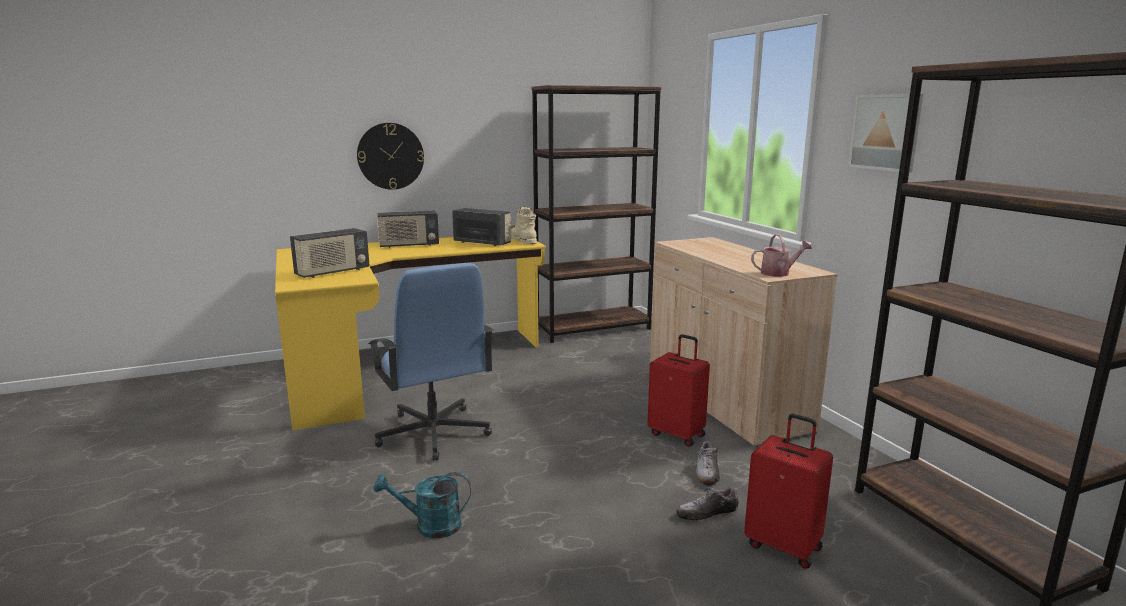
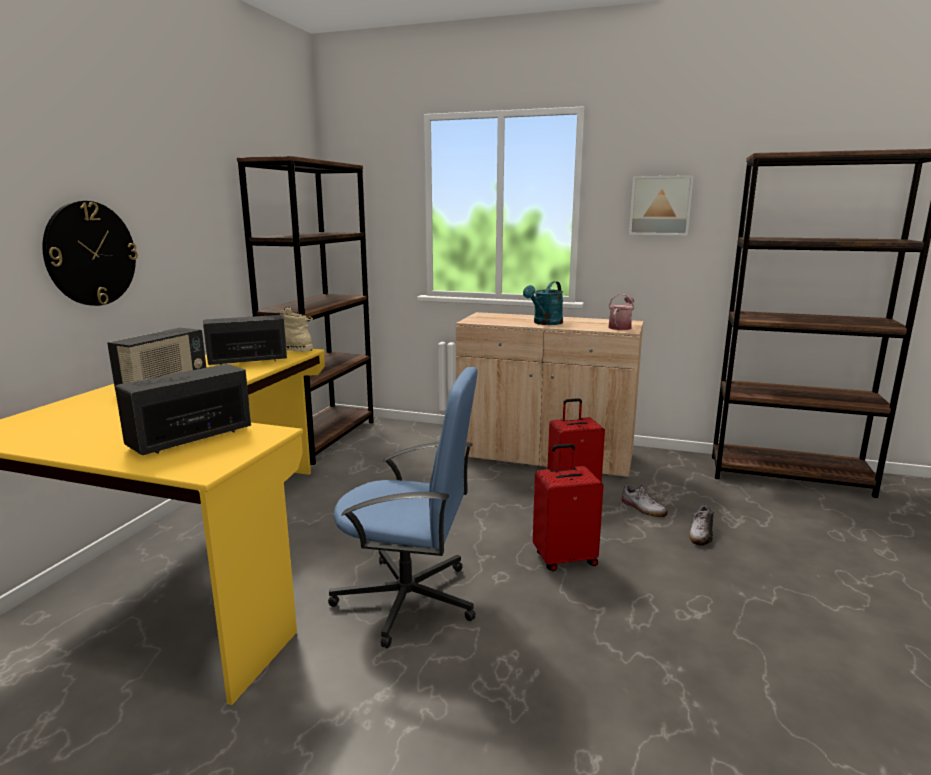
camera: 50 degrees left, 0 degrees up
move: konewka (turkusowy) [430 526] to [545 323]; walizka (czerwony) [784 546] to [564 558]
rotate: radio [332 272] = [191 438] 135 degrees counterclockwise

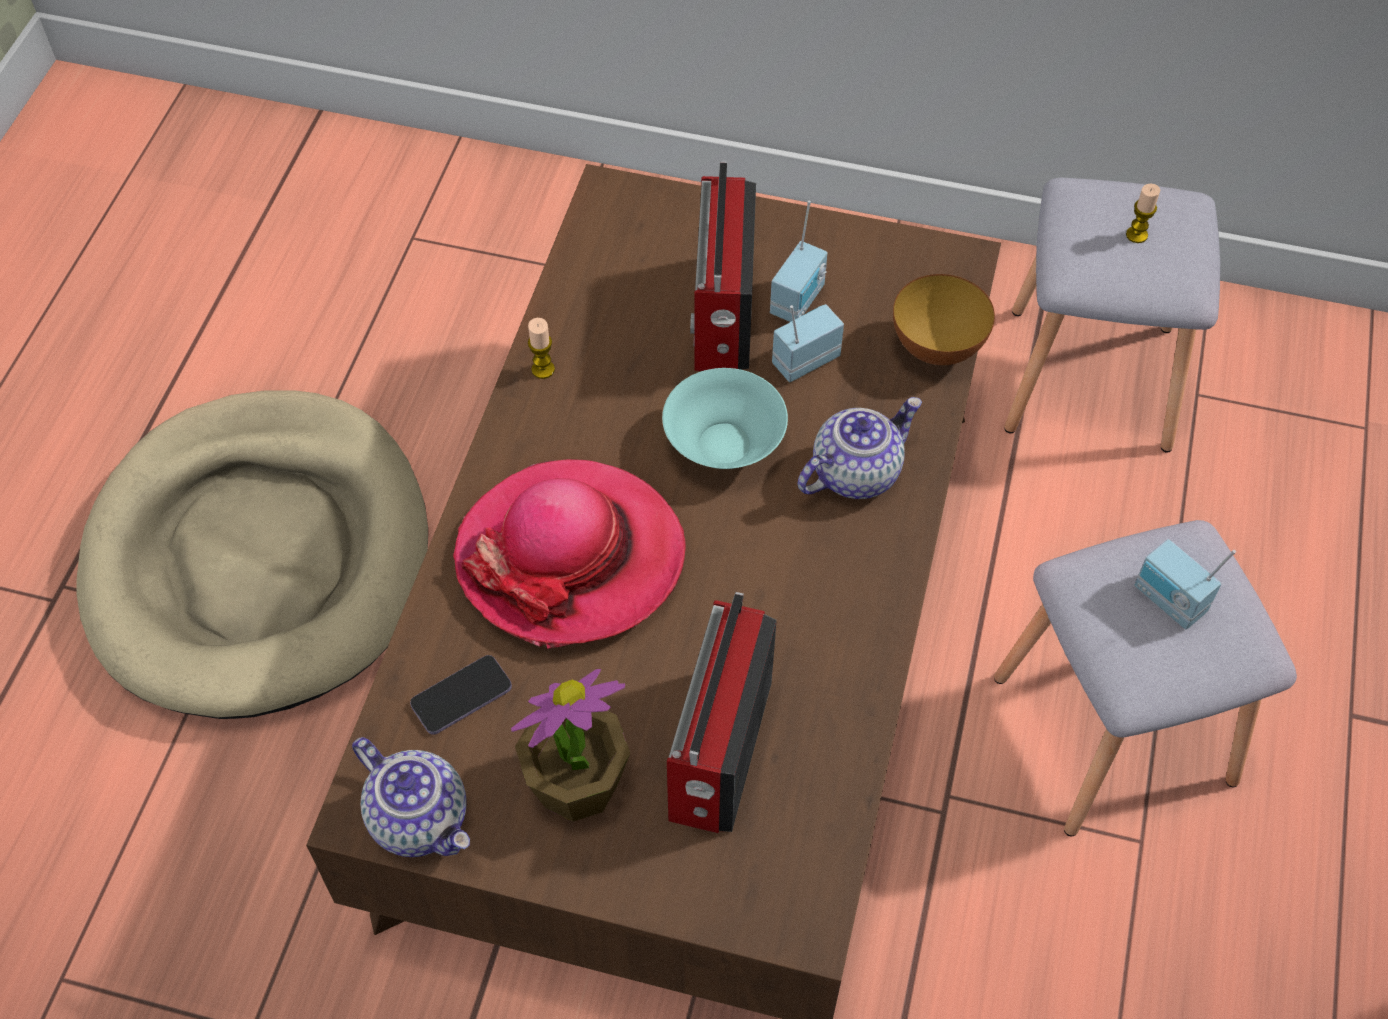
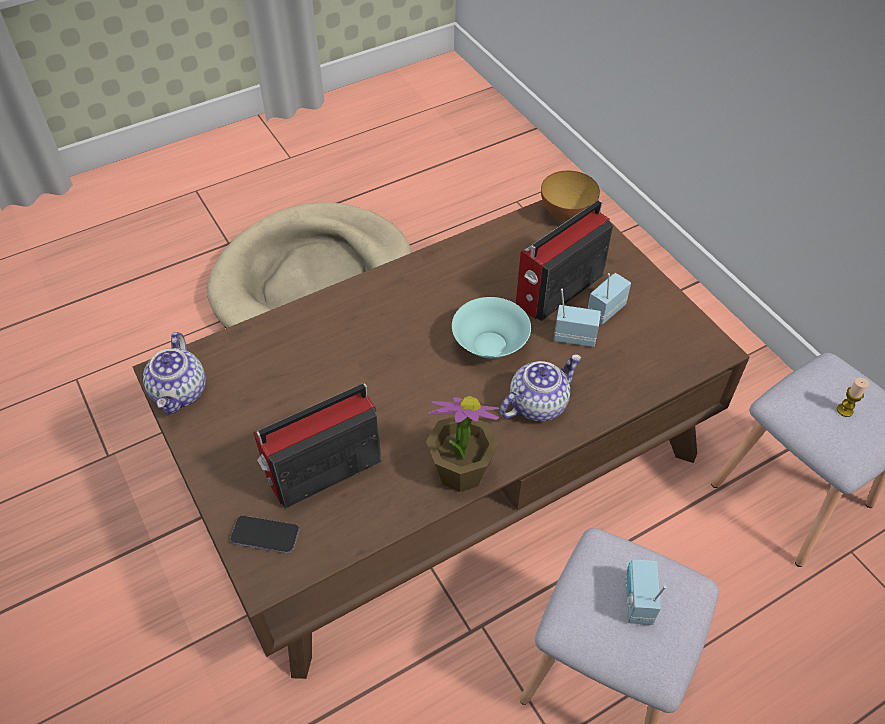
camera: 45 degrees right, 5 degrees down
delete: kapelusz [570 557]; świeca [543 369]
move: telefon [461 696] to [265 536]; roślina doniczkowa [576 785] to [460 470]; miska [937 348] to [566 214]
rotate: radio [799 301] = [604 310] 150 degrees clockwise; imbryk [855 472] = [537 404] 45 degrees counterclockwise

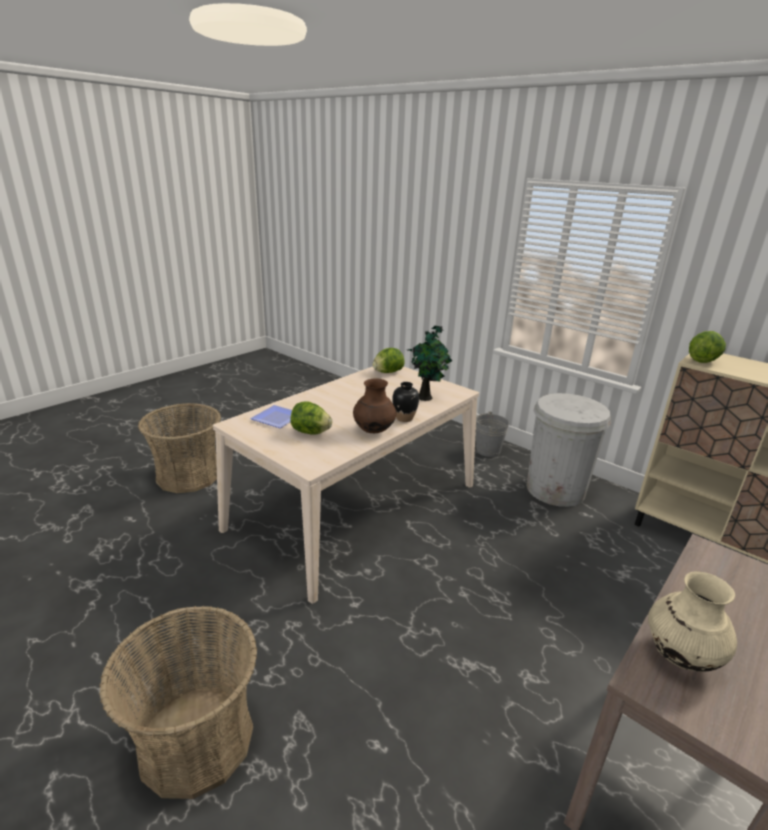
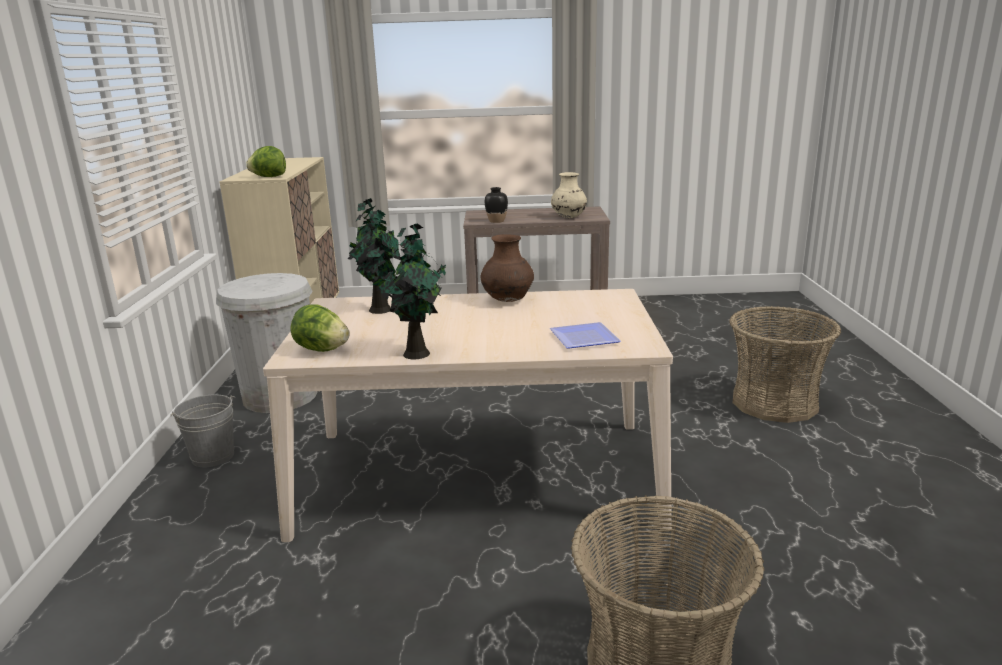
camera: 130 degrees left, 5 degrees down
delete: sałata [310 432]
insert: roślina doniczkowa [416 353]
move: wazon (czarny) [404 418] to [496 221]

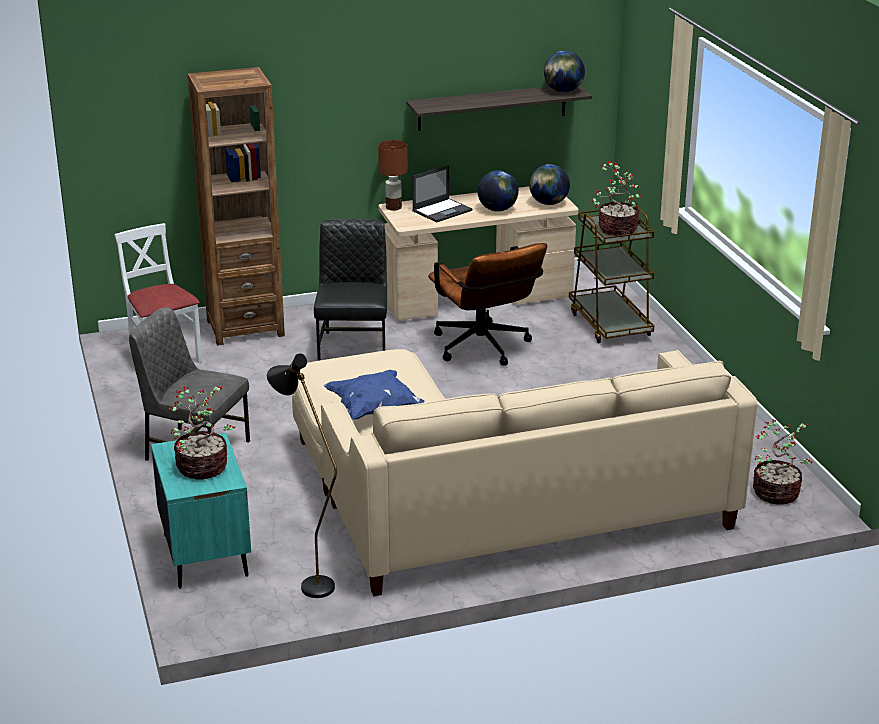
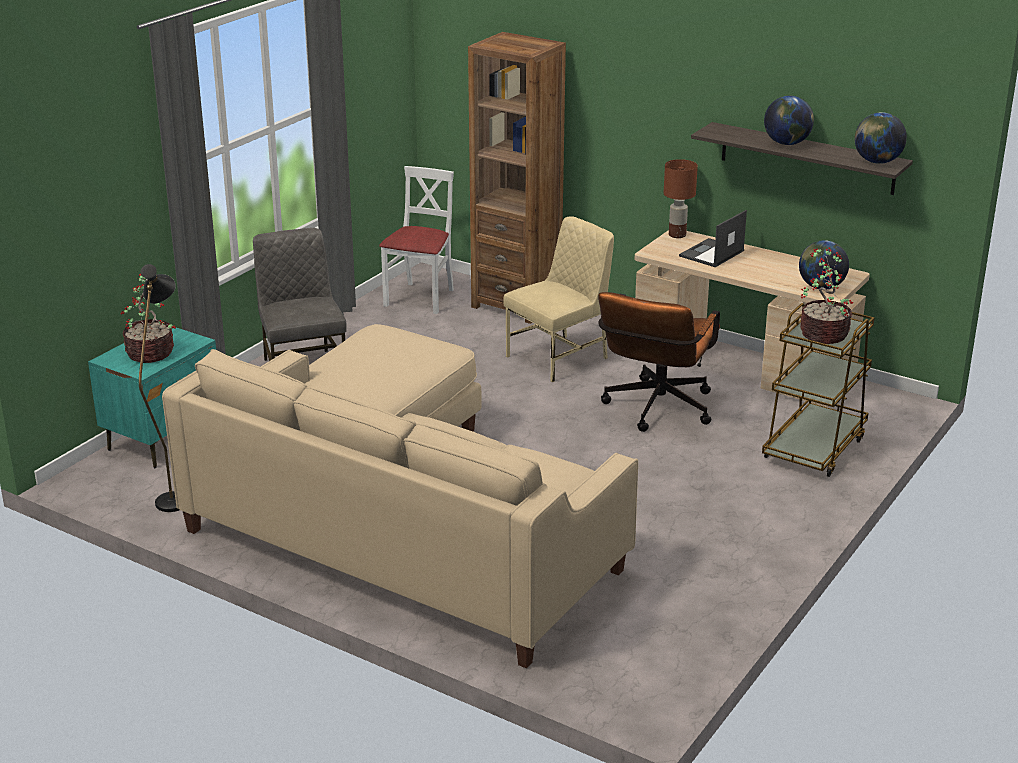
camera: 50 degrees right, 0 degrees up
delete: poduszka (niebieski) [374 409]; roślina doniczkowa [777 493]
move: globus [497 209] to [787 143]
recolor: krzesło (czarny) [354 348] to krzesło (beżowy) [559 357]
rotate: laptop [442 210] = [711 254] 120 degrees clockwise

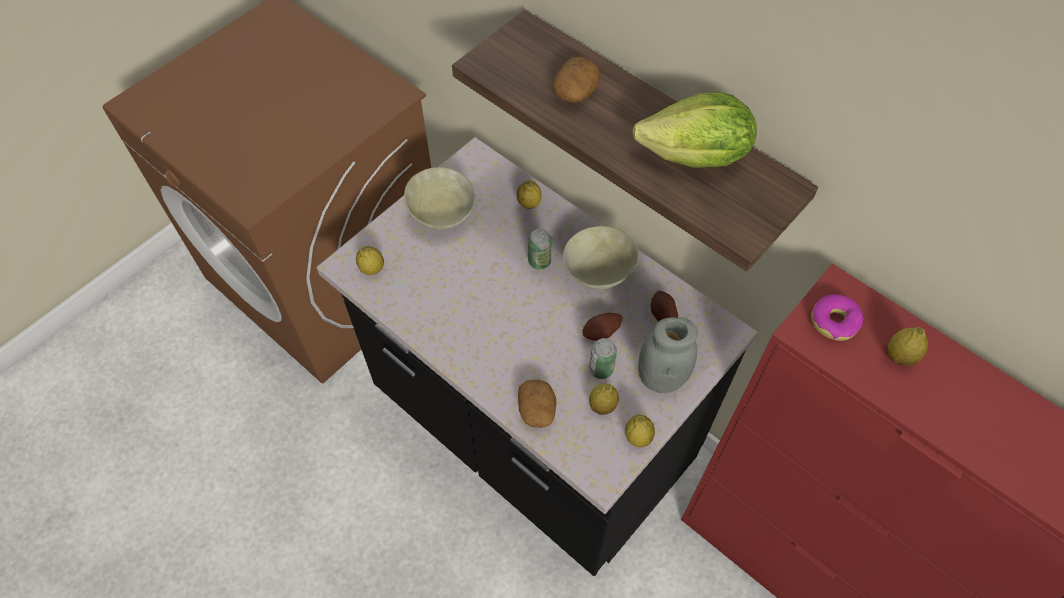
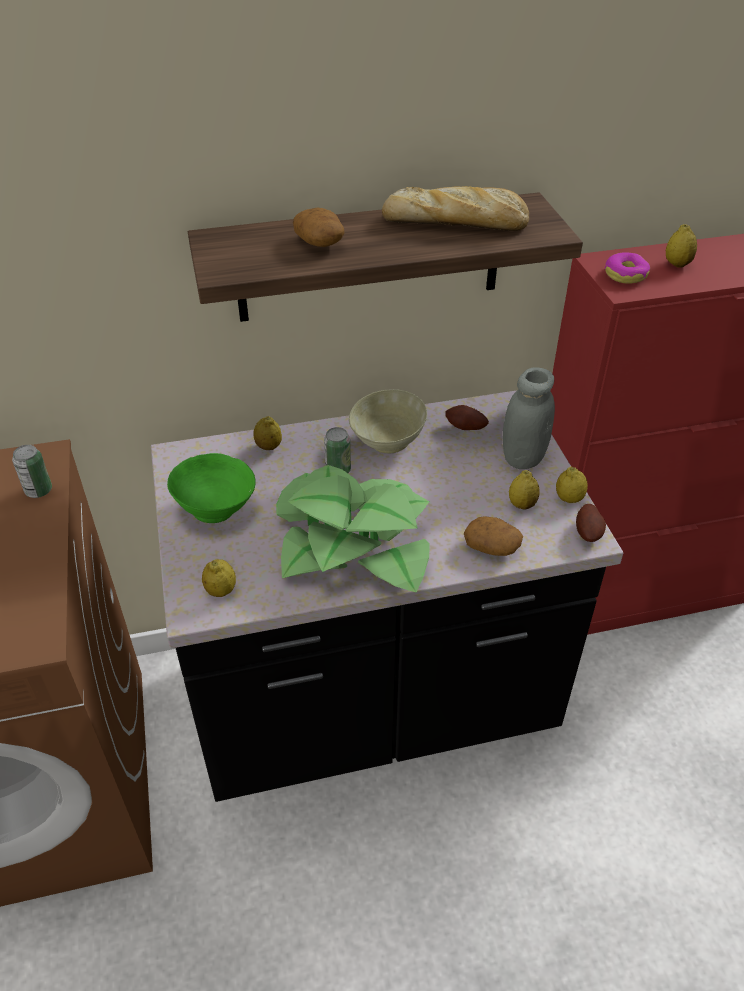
camera: 55 degrees left, 15 degrees down
insert: roślina doniczkowa [353 541]
move: ziemniak [602 333] to [588 533]; puszka [601 369] to [38 490]
replace: sałata [695 158] to chleb [457 222]
recolor: miska (beżowy) [442 217] to miska (zielony) [217 510]

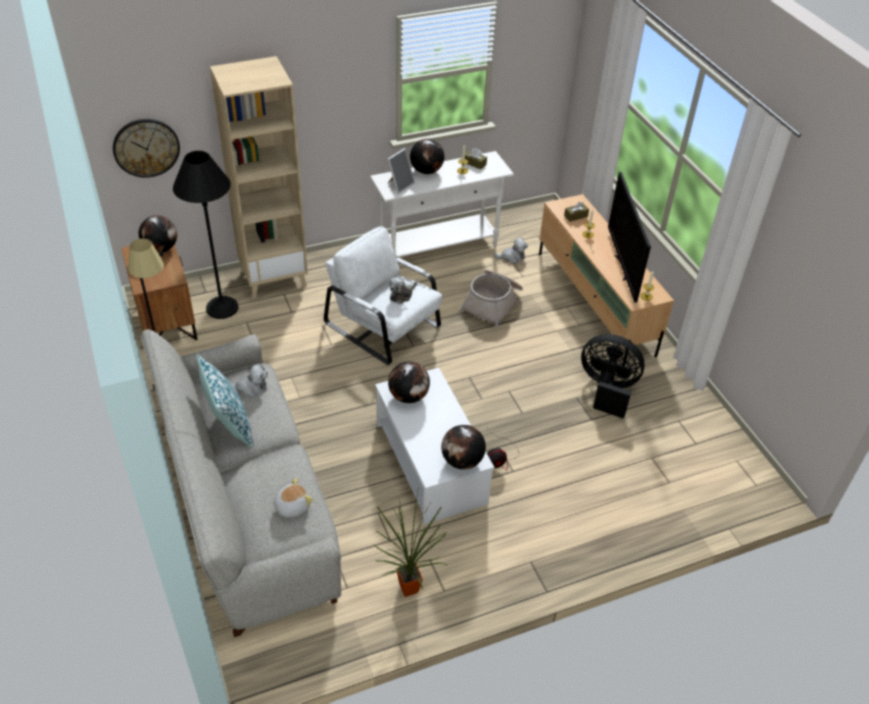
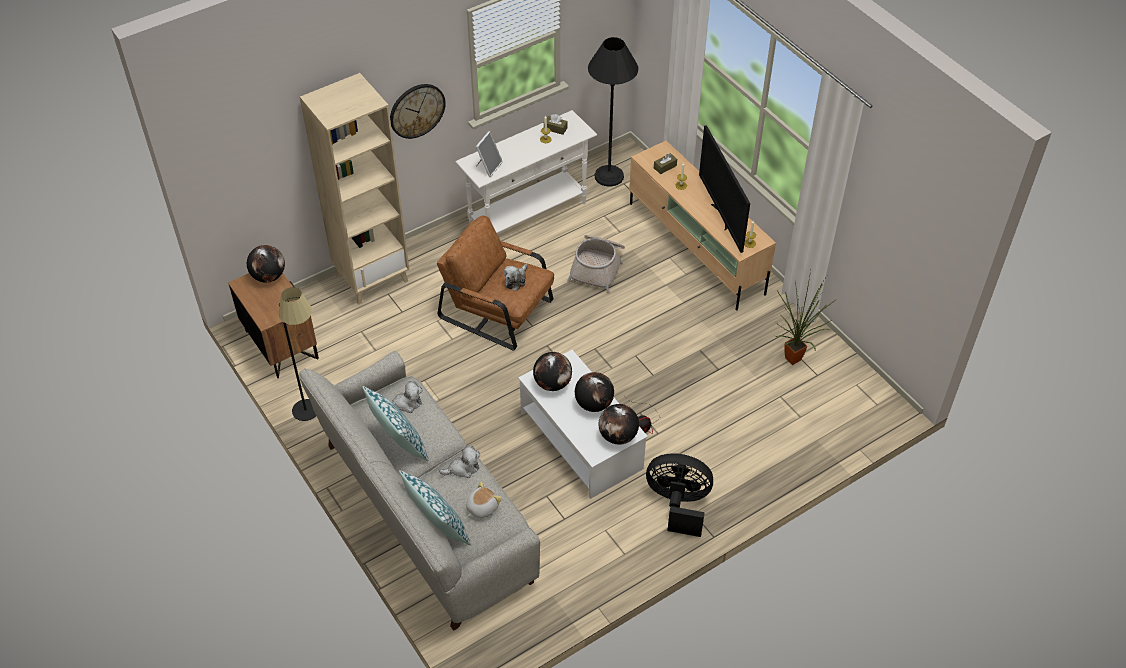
camera: 10 degrees left, 5 degrees up
insert: poduszka [437 526]
move: zegar ścienny [146 147] to [417 110]; lampa stojąca (czarny) [222 308] to [609 176]; roślina doniczkowa [409 592] to [794 361]; globus [426 171] to [593 404]; pluszak [512 257] to [463 468]; wentylator (czarny) [607 389] to [678 504]
recolor: fotel (biały) [384 325] to fotel (brązowy) [498 309]

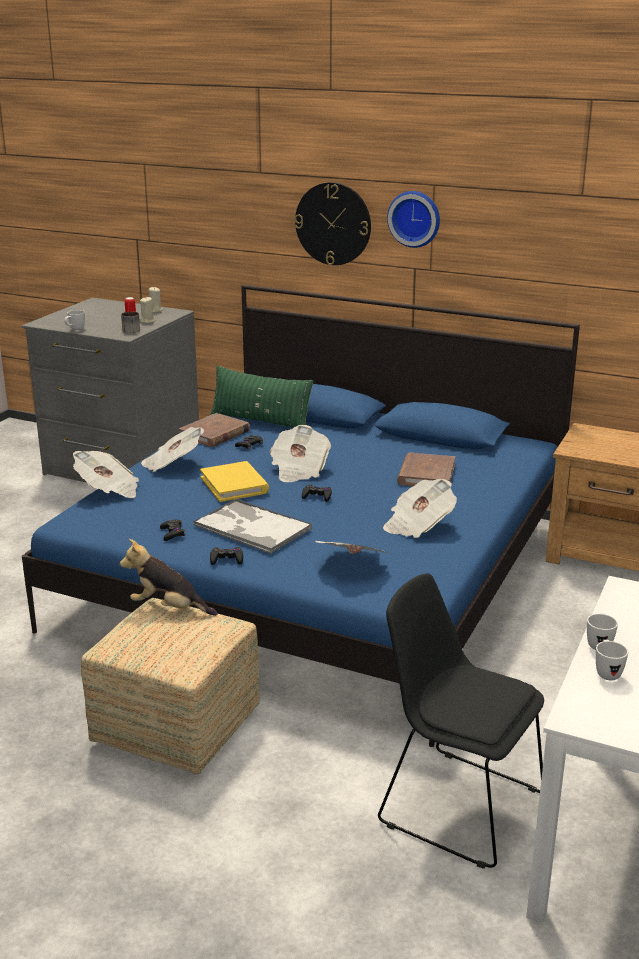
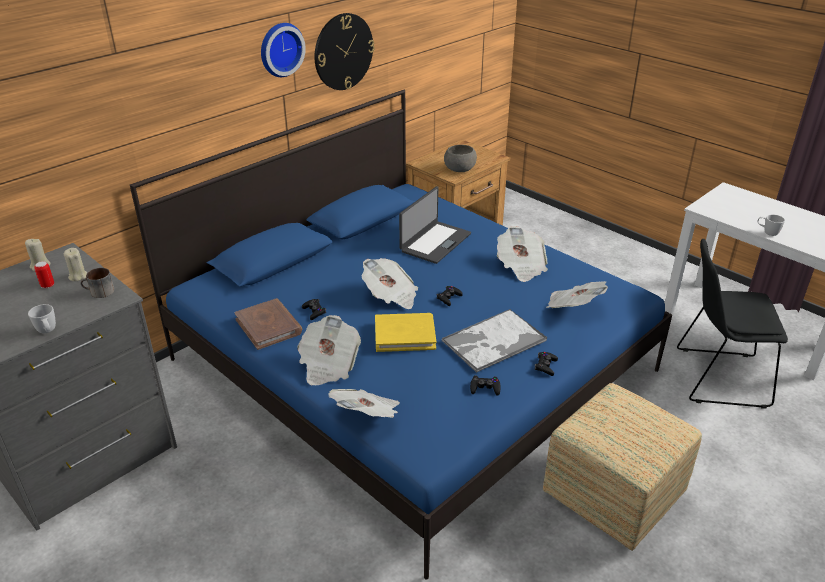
camera: 70 degrees left, 10 degrees up
delete: pluszak [168 608]; poduszka (zielony) [260 421]; kubek (biały) [607 672]
insert: miska (szary) [459 169]
move: zegar ścienny [333 223] to [343 52]
replace: książka (brązowy) [426 474] to laptop [435 242]
rotate: krzesło (czarny) [456 804] = [717 377] 45 degrees clockwise

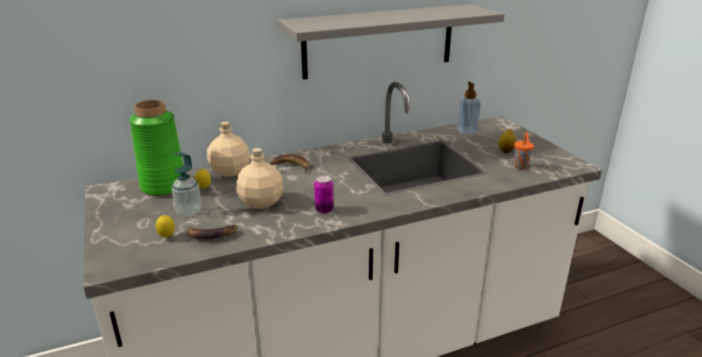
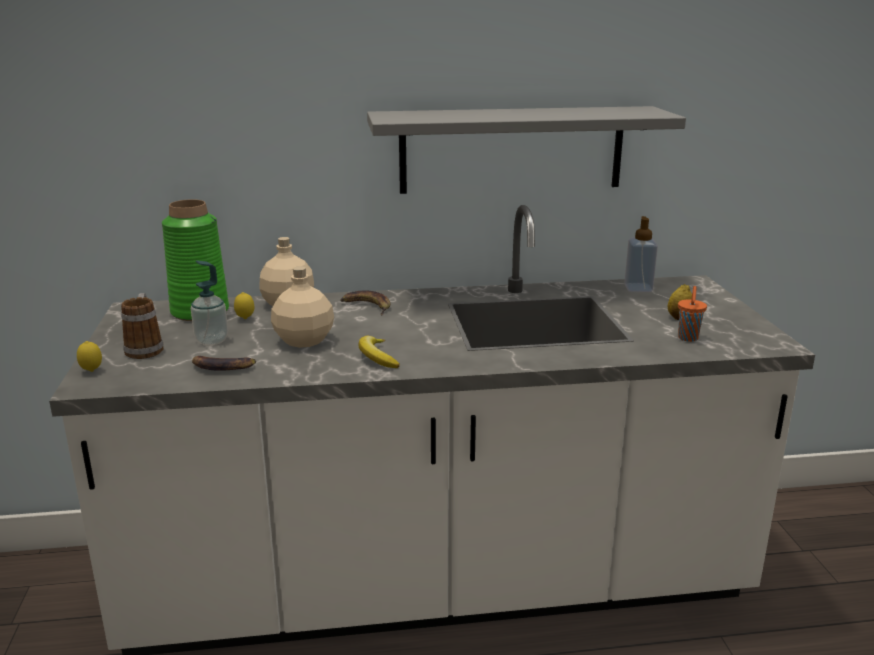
camera: 15 degrees right, 5 degrees down
insert: kubek [145 348]
move: cytryna [167 237] to [92 371]
replace: puszka [324 210] to banan [377 357]

